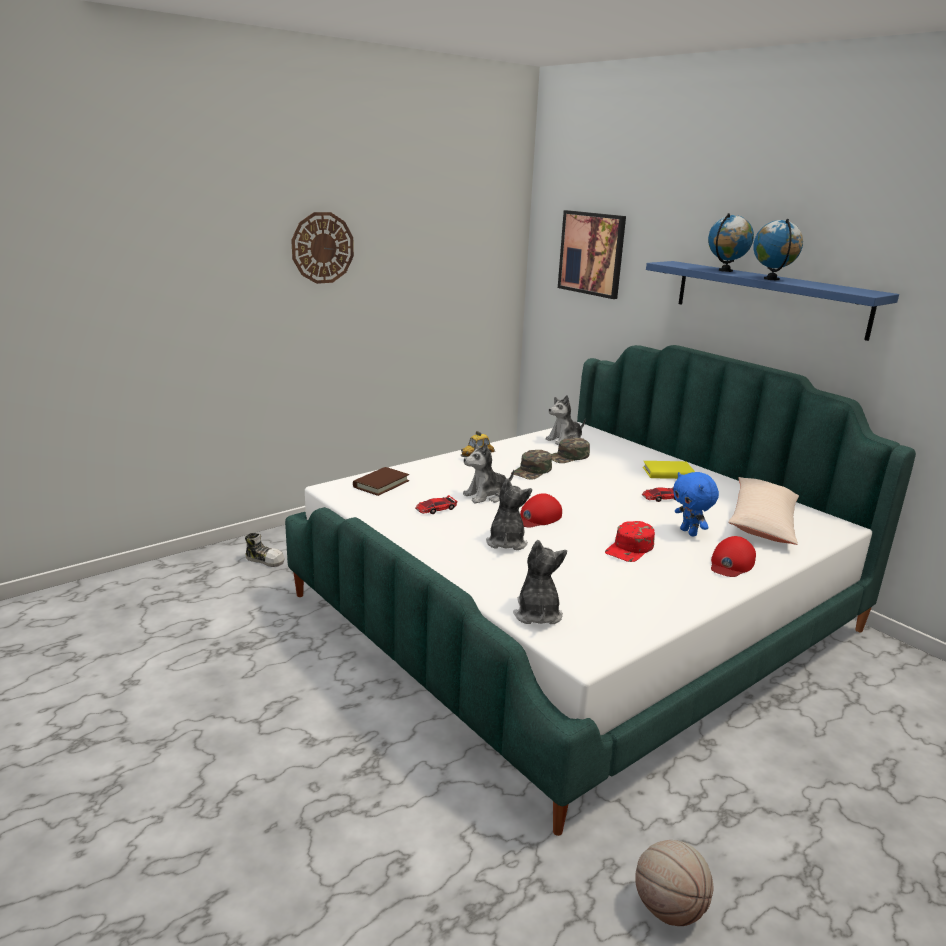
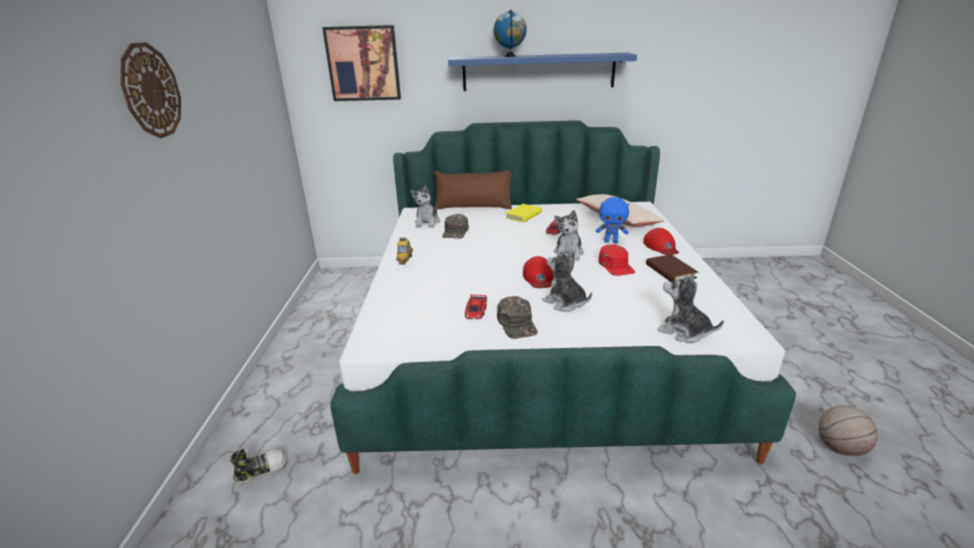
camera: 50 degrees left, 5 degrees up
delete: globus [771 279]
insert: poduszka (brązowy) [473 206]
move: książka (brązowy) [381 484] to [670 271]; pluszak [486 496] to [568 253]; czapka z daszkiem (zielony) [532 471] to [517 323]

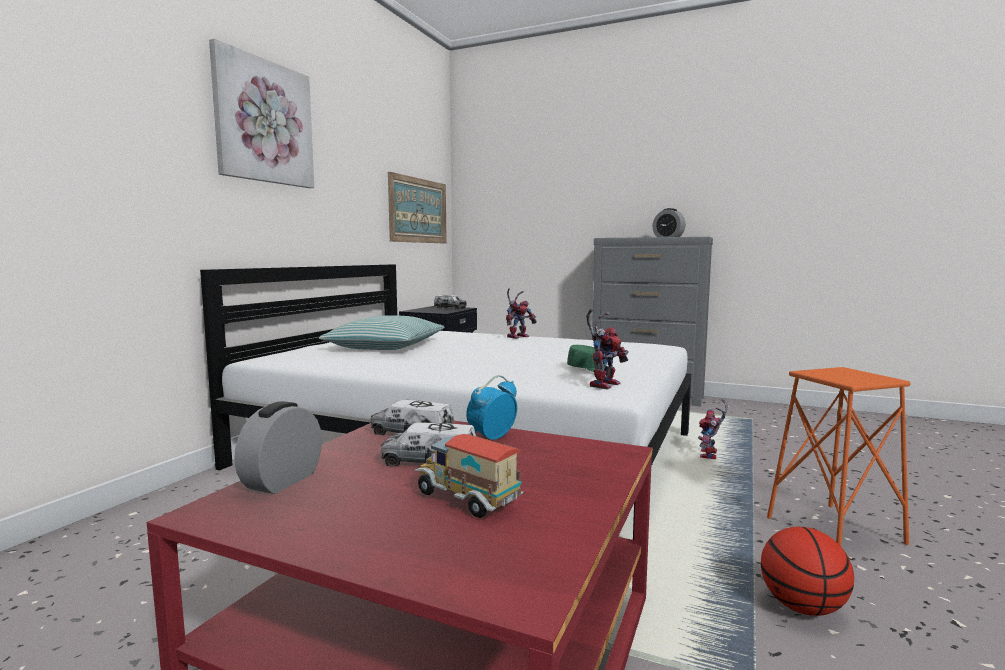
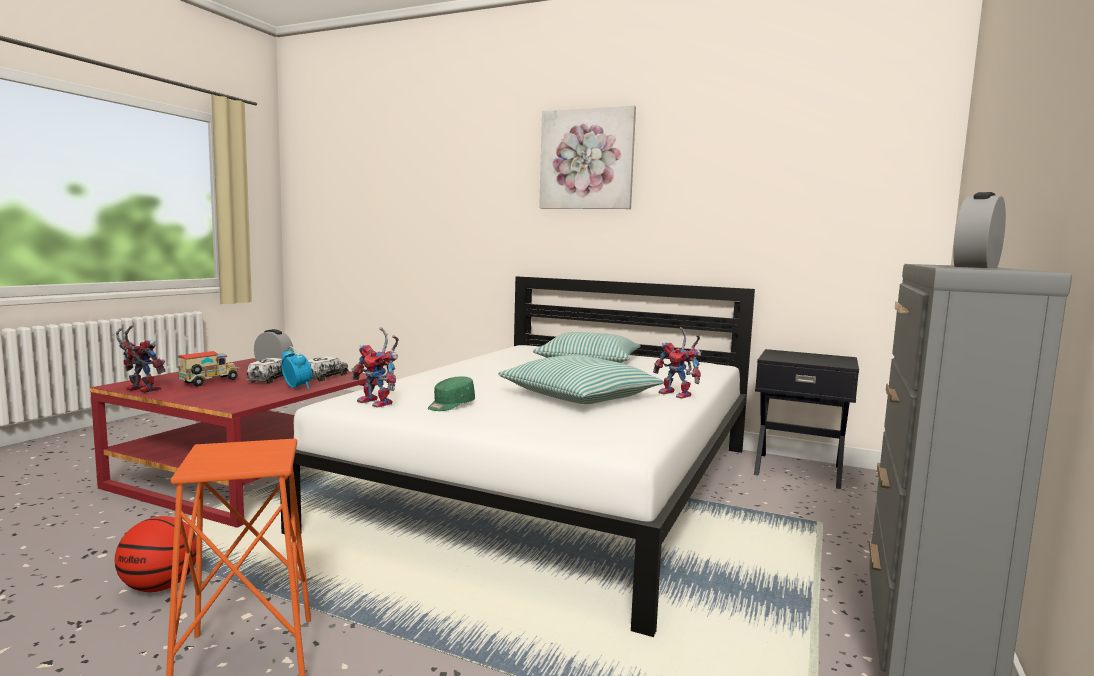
camera: 90 degrees right, 0 degrees up
delete: obraz [418 210]; ciężarówka zabawkowa [450 308]
insert: poduszka [579 396]
move: robot zabawkowy [710 456] to [139 390]

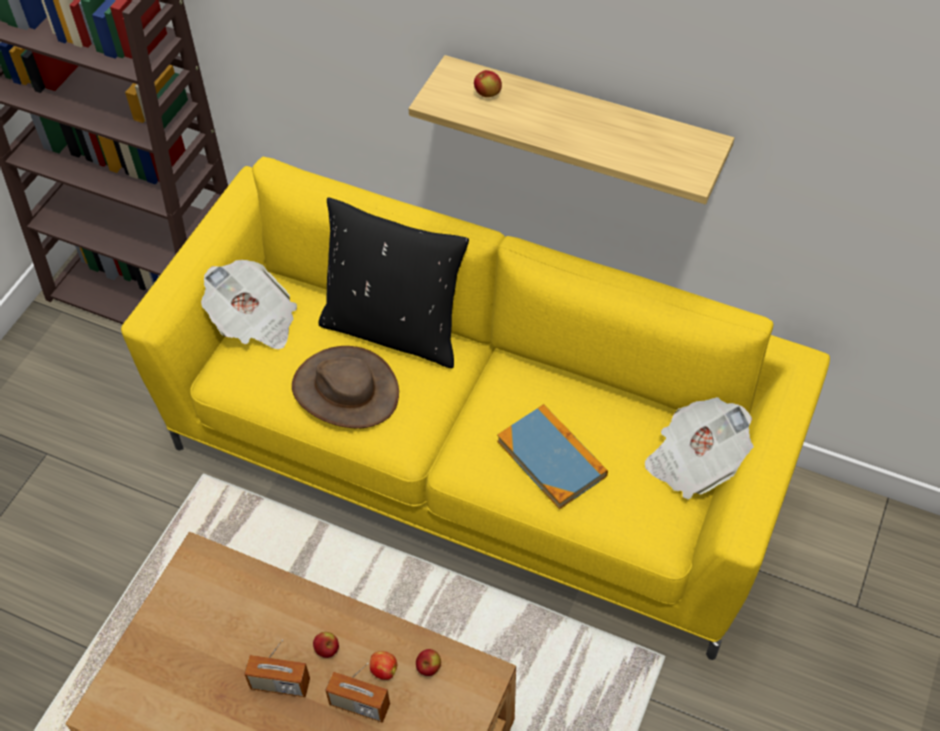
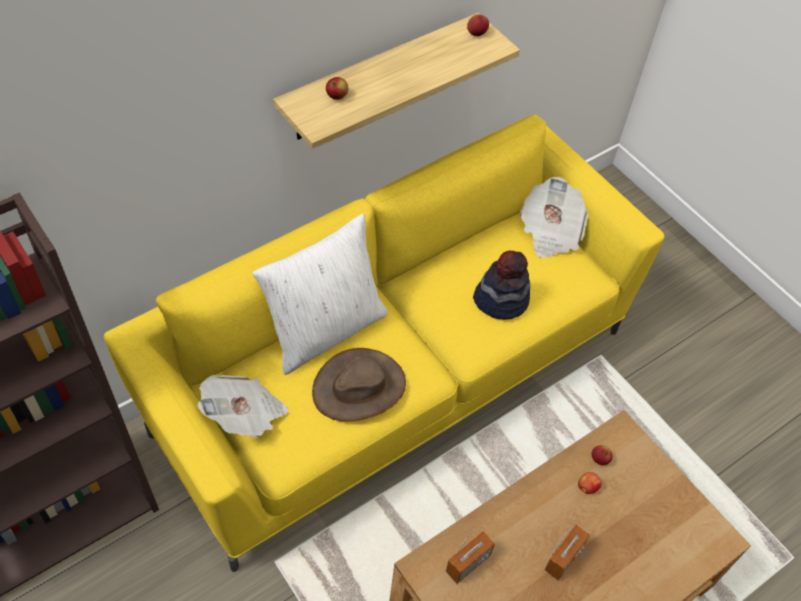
camera: 65 degrees left, 0 degrees up
move: jabłko [327 650] to [476 33]; radio [359 705] to [468 563]
replace: książka [551 458] to kapelusz [501 300]
recolor: poduszka (czarny) [395 328] to poduszka (biały) [325 330]

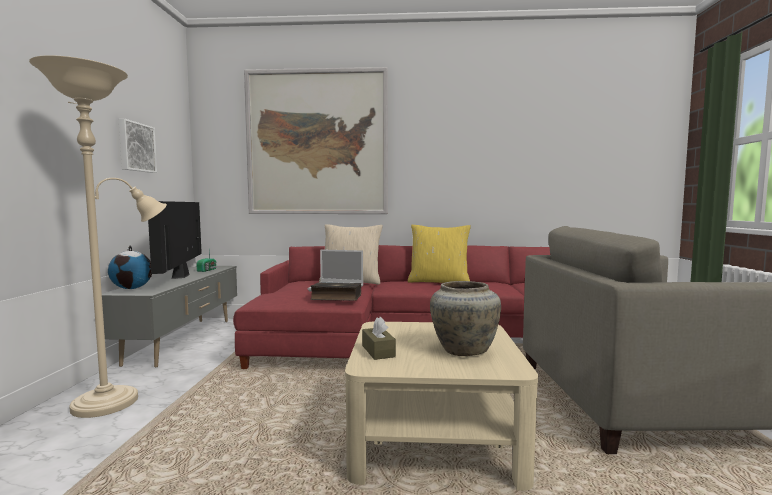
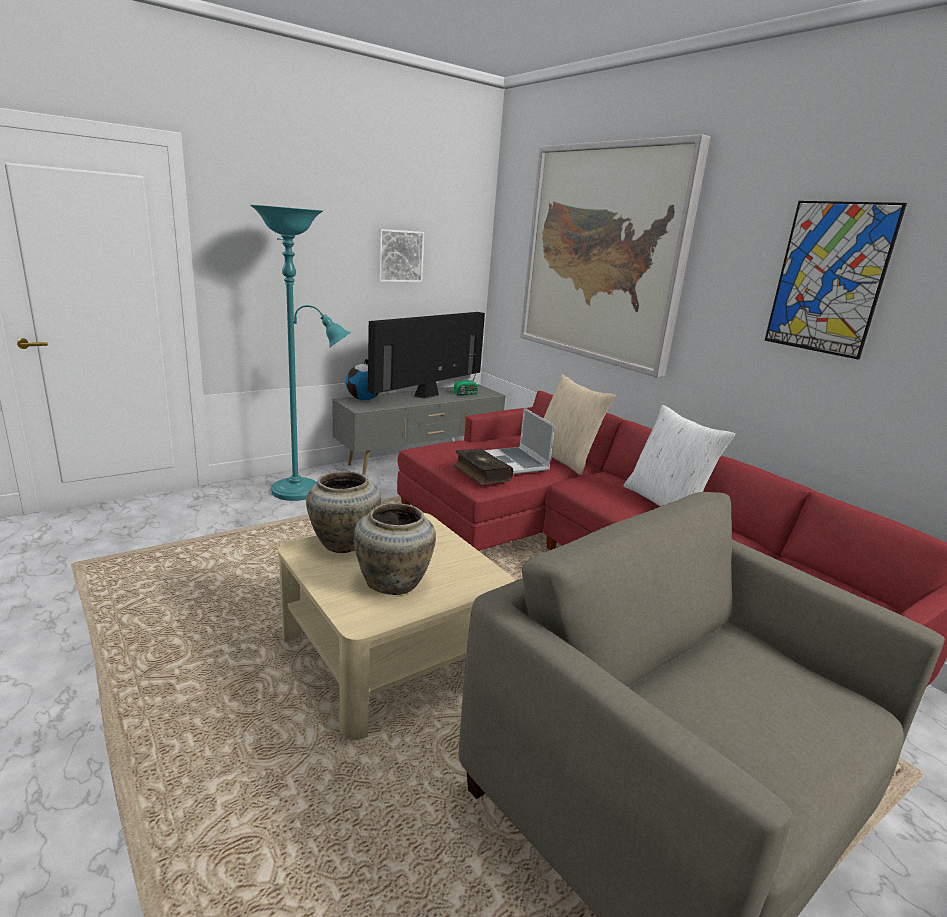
camera: 50 degrees right, 15 degrees up
insert: obraz [829 278]
replace: pudełko chusteczek (brązowy) [378 351] to wazon (beżowy) [344 542]
recolor: lampa stojąca (beżowy) [114 400] to lampa stojąca (turkusowy) [302 491]; poduszka (żółty) [439 281] to poduszka (biały) [666 503]

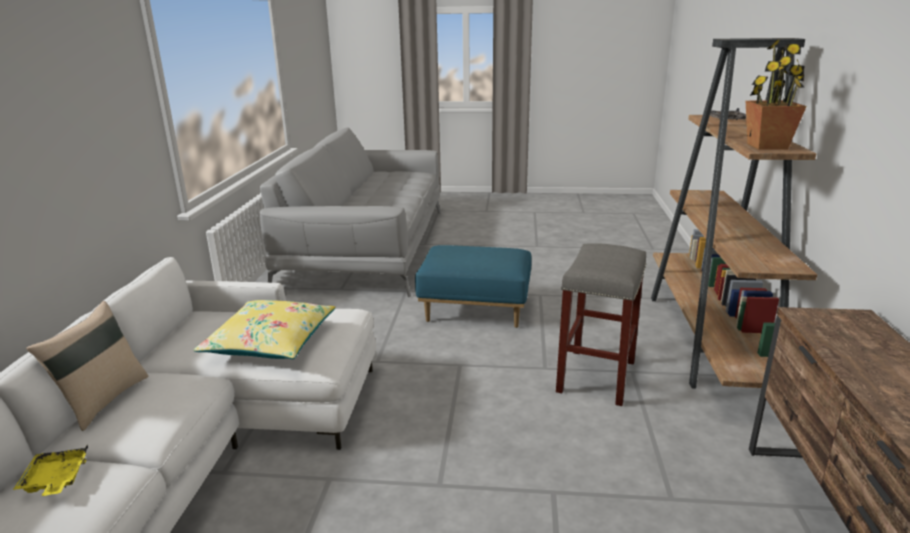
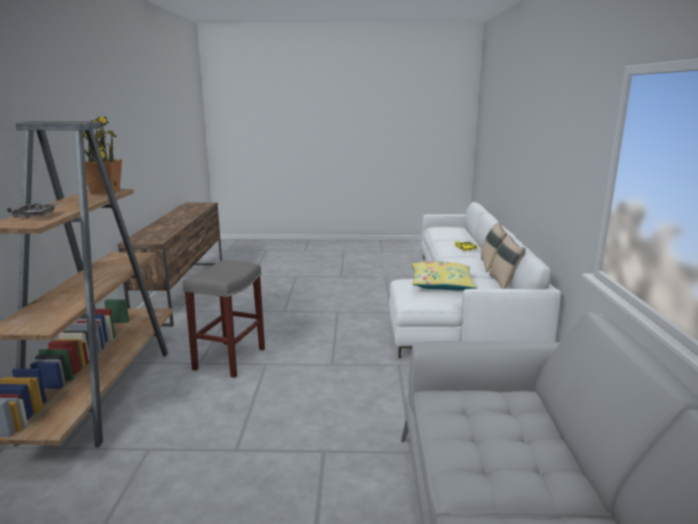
camera: 175 degrees right, 5 degrees down
delete: pufa (niebieski) [476 311]
insert: poduszka (beżowy) [504 283]

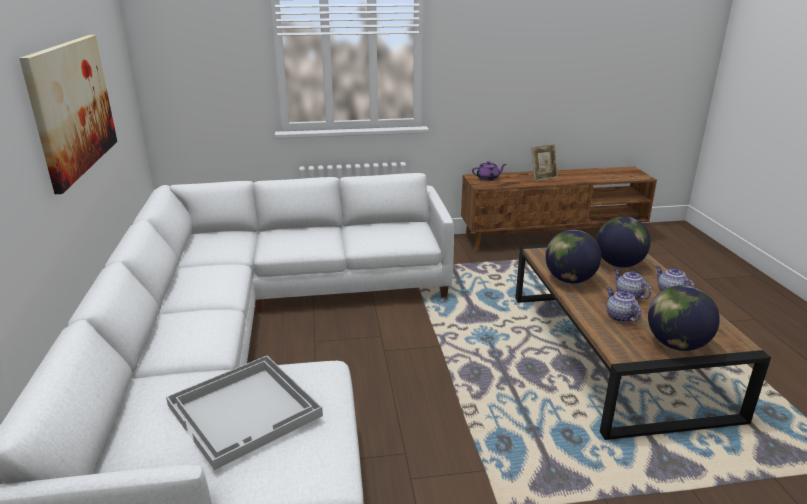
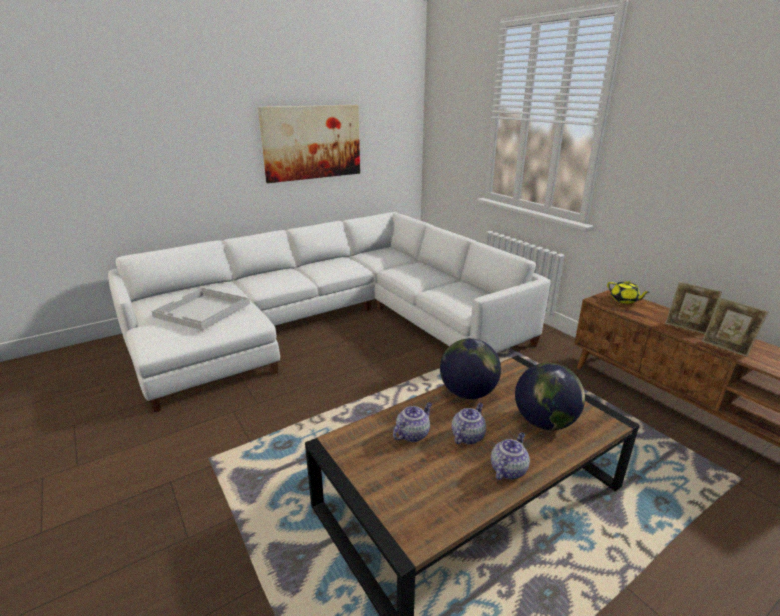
camera: 65 degrees right, 0 degrees up
delete: globus [676 344]
insert: ramka na zdjęcie [726 347]
recolor: imbryk (fioletowy) [488 178] to imbryk (żółty) [624 300]

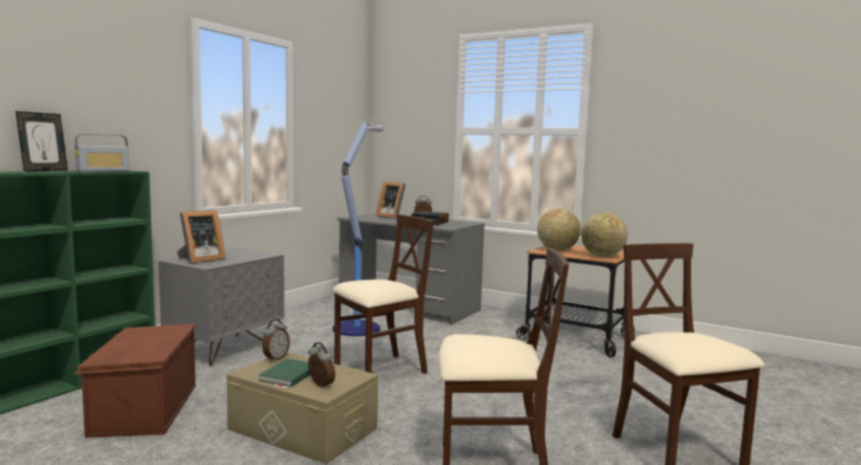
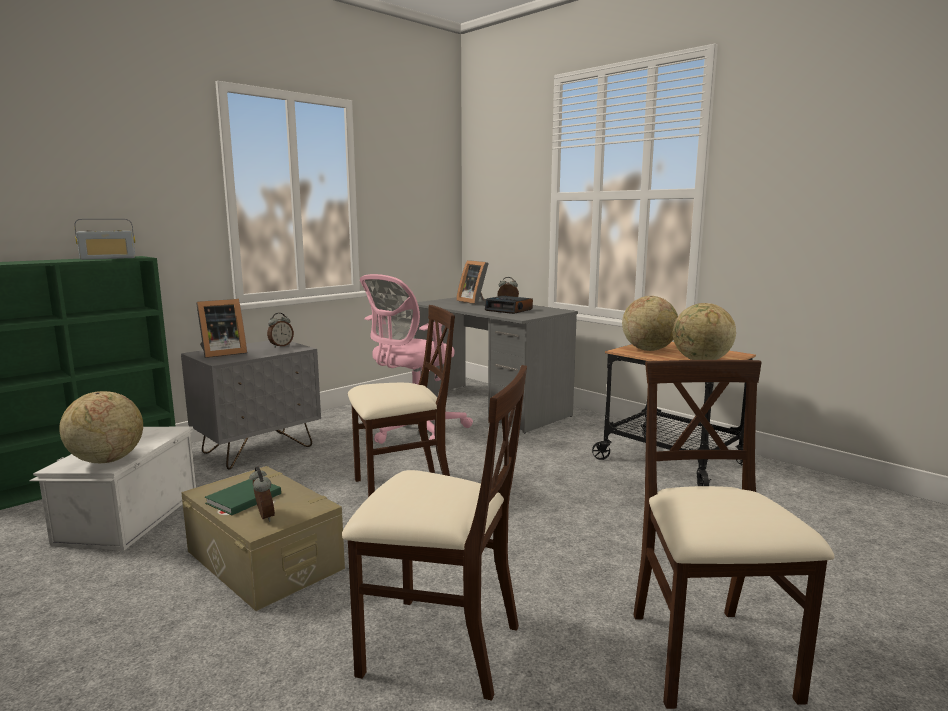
camera: 15 degrees right, 5 degrees up
delete: ramka na zdjęcie [44 170]
insert: globus [106 460]
move: budzik [275 358] to [281 346]
replace: lampa stojąca [357 328] to krzesło biurowe (różowy) [413 431]
recolor: pojemnik do przechowywania (brązowy) [143 409] to pojemnik do przechowywania (biały) [127 517]

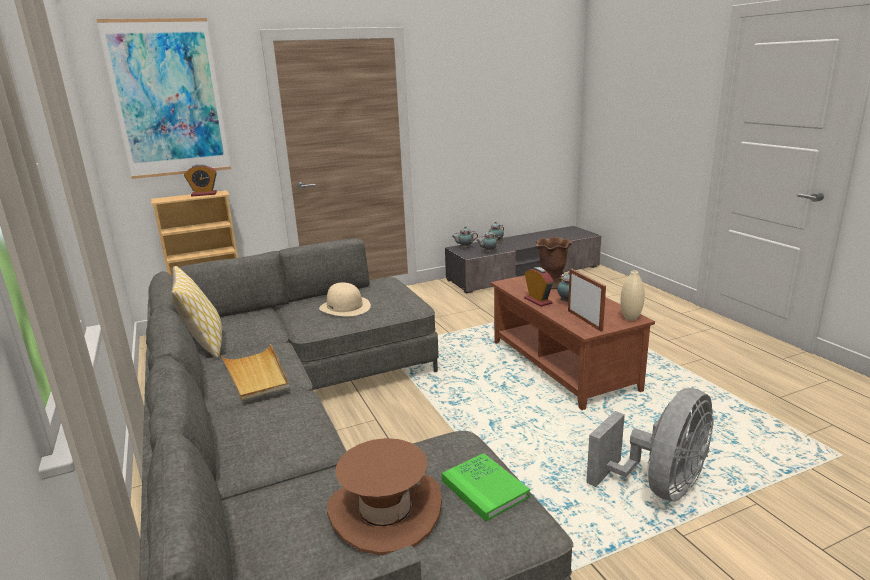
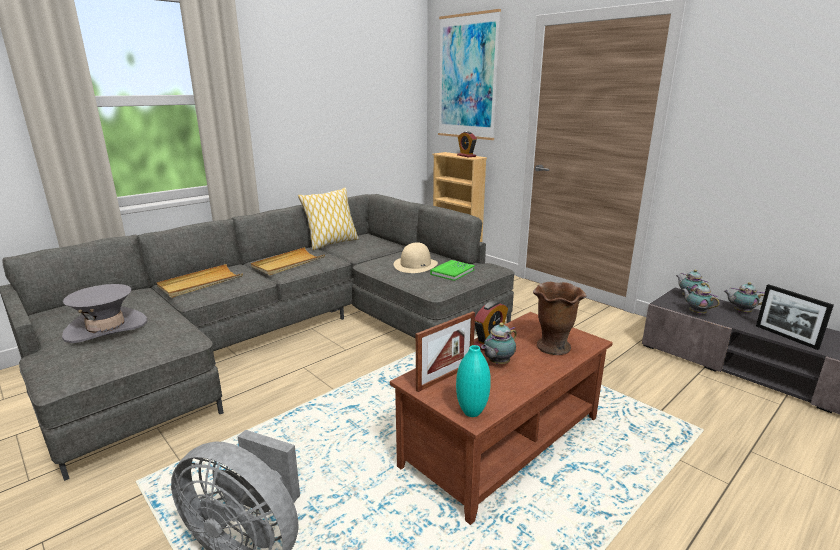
camera: 70 degrees right, 0 degrees up
insert: taca (beżowy) [200 283]; ramka na zdjęcie [786 337]
move: książka (zielony) [484 489] to [452 272]
recolor: kapelusz (brązowy) [385 512] to kapelusz (szary) [106 328]; wazon (beżowy) [630 318] to wazon (turkusowy) [471 412]

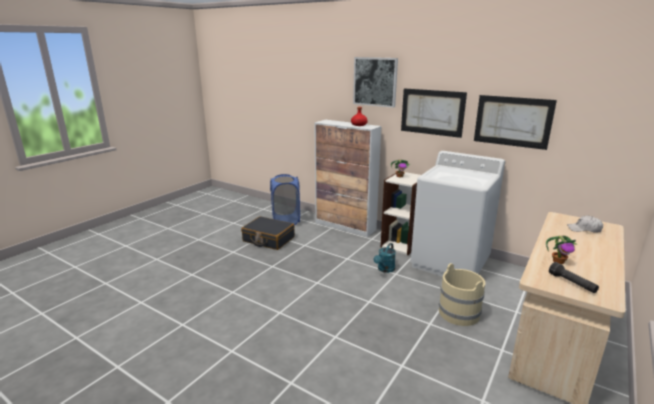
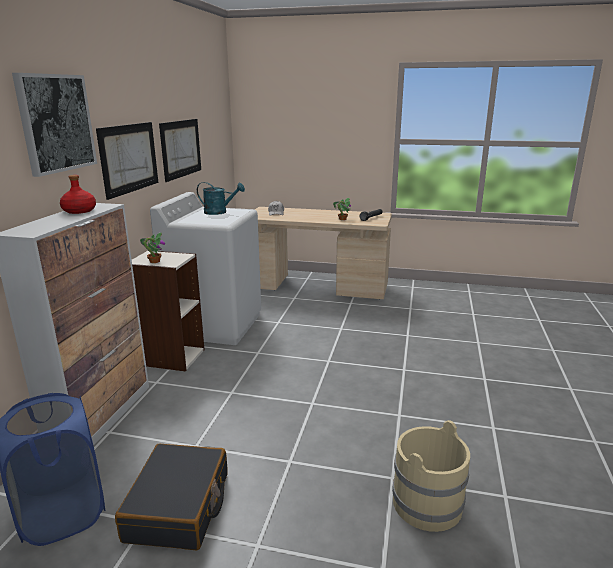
camera: 110 degrees left, 0 degrees up
move: konewka (turkusowy) [385 269] to [219 212]; wiadro (beżowy) [459 313] to [427 503]

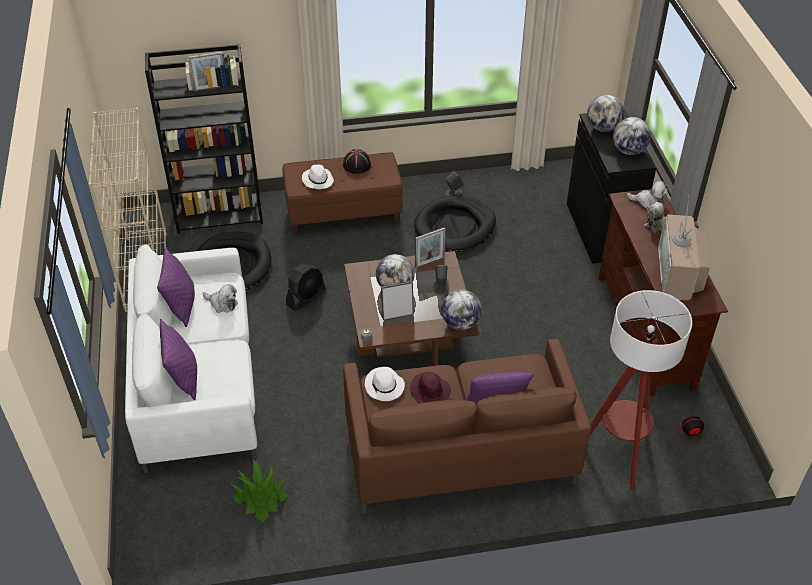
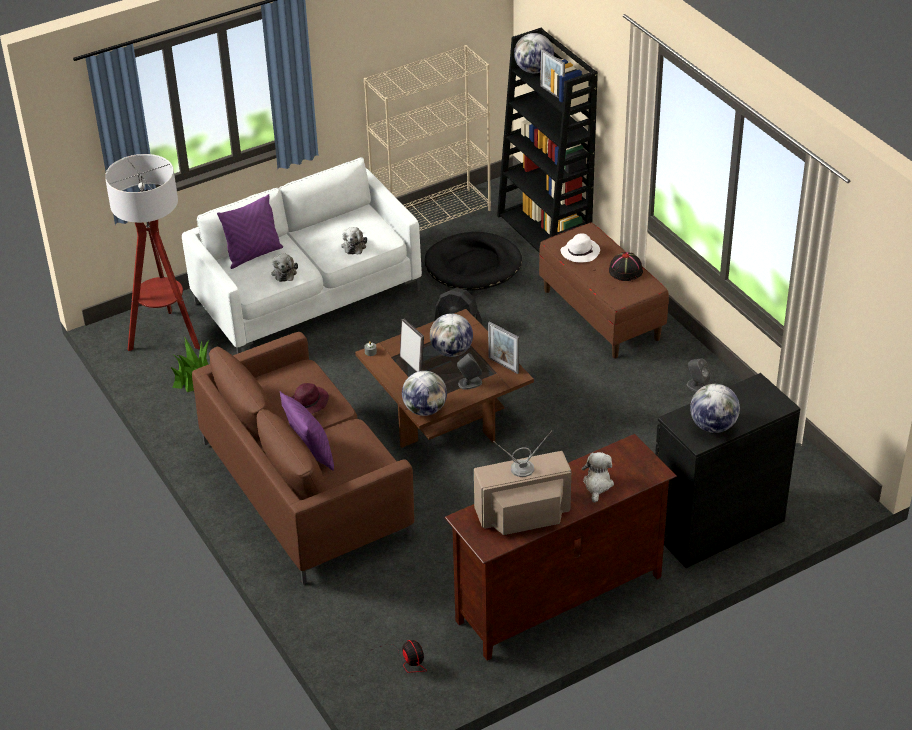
camera: 70 degrees right, 5 degrees down
delete: poduszka (fioletowy) [182 306]; kapelusz (biały) [384 386]; legowisko (czarny) [455 227]
move: globus [603 128] to [533 70]; lampa stojąca [619 455] to [166 336]; pluszak [648 202] to [284 272]

